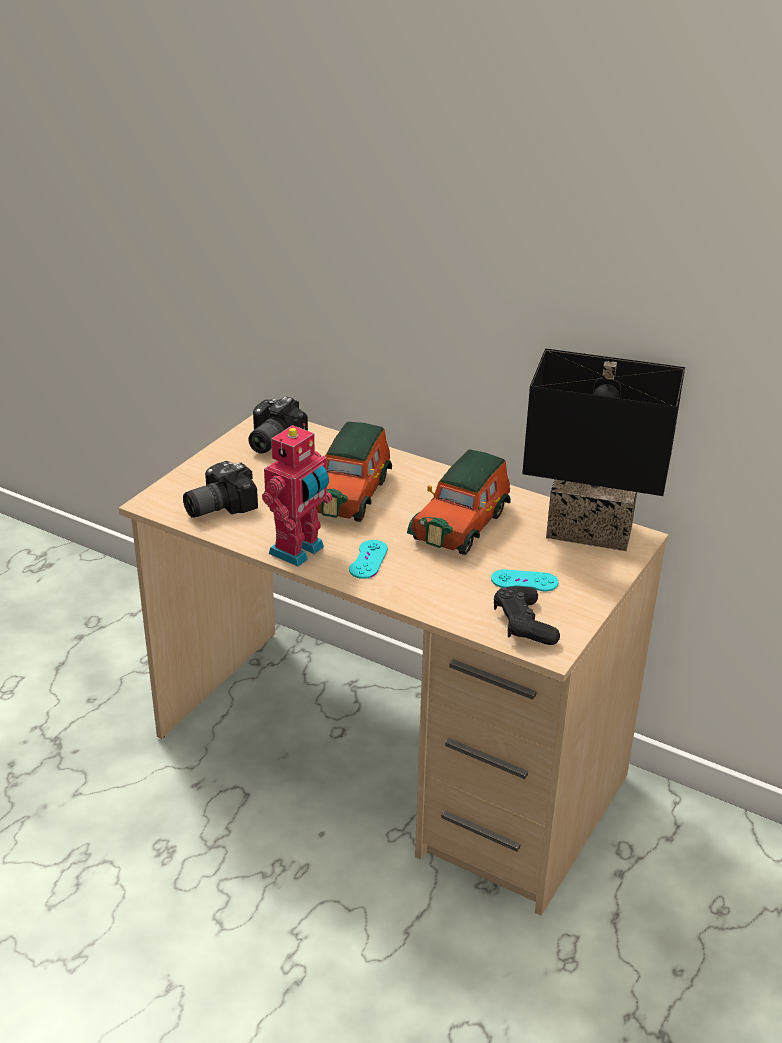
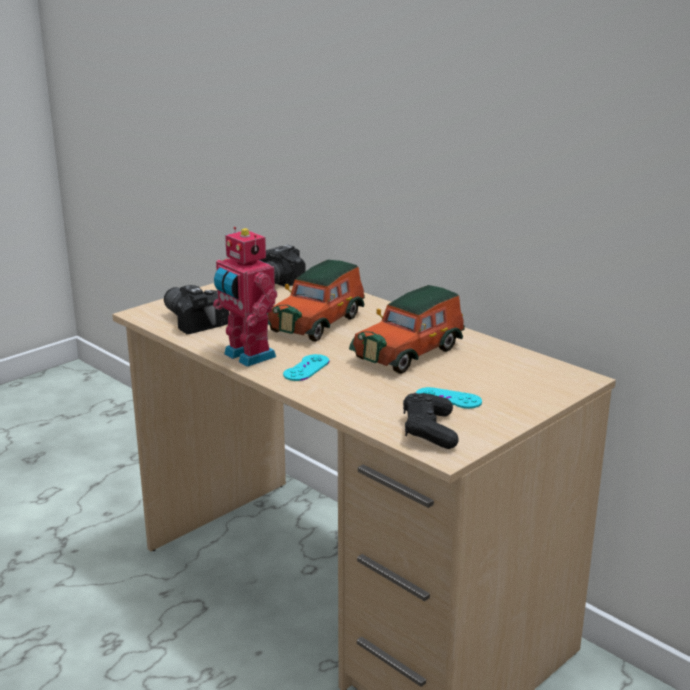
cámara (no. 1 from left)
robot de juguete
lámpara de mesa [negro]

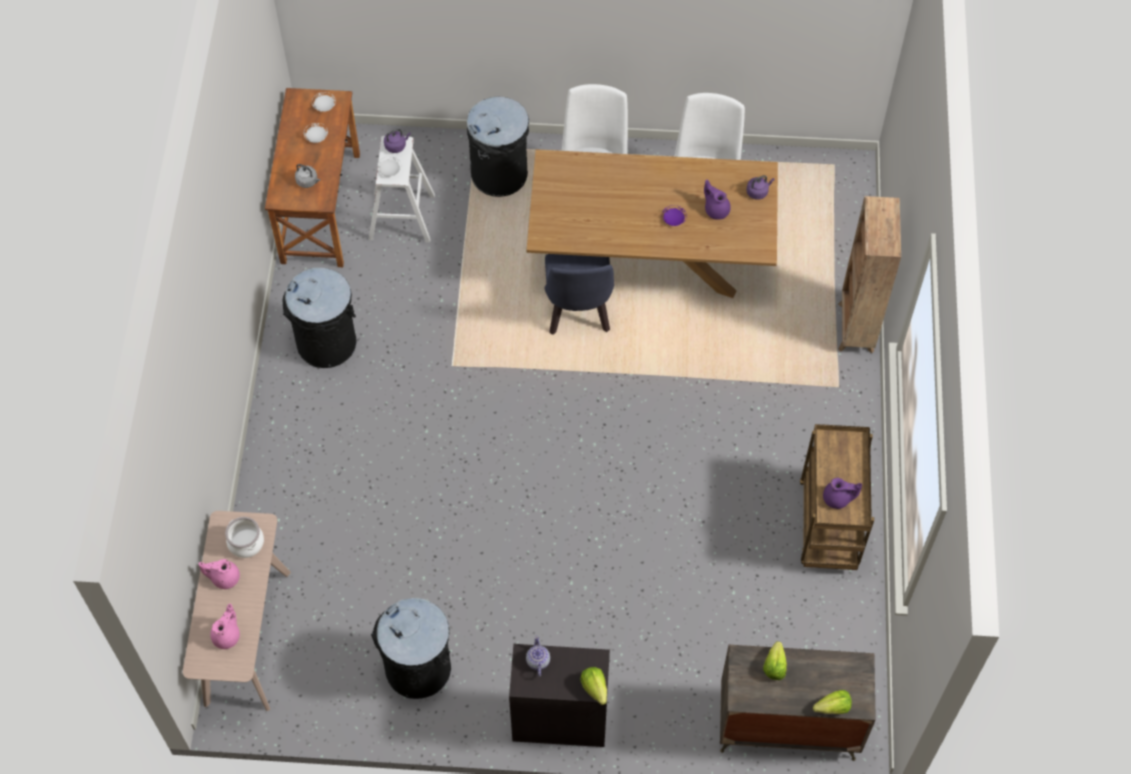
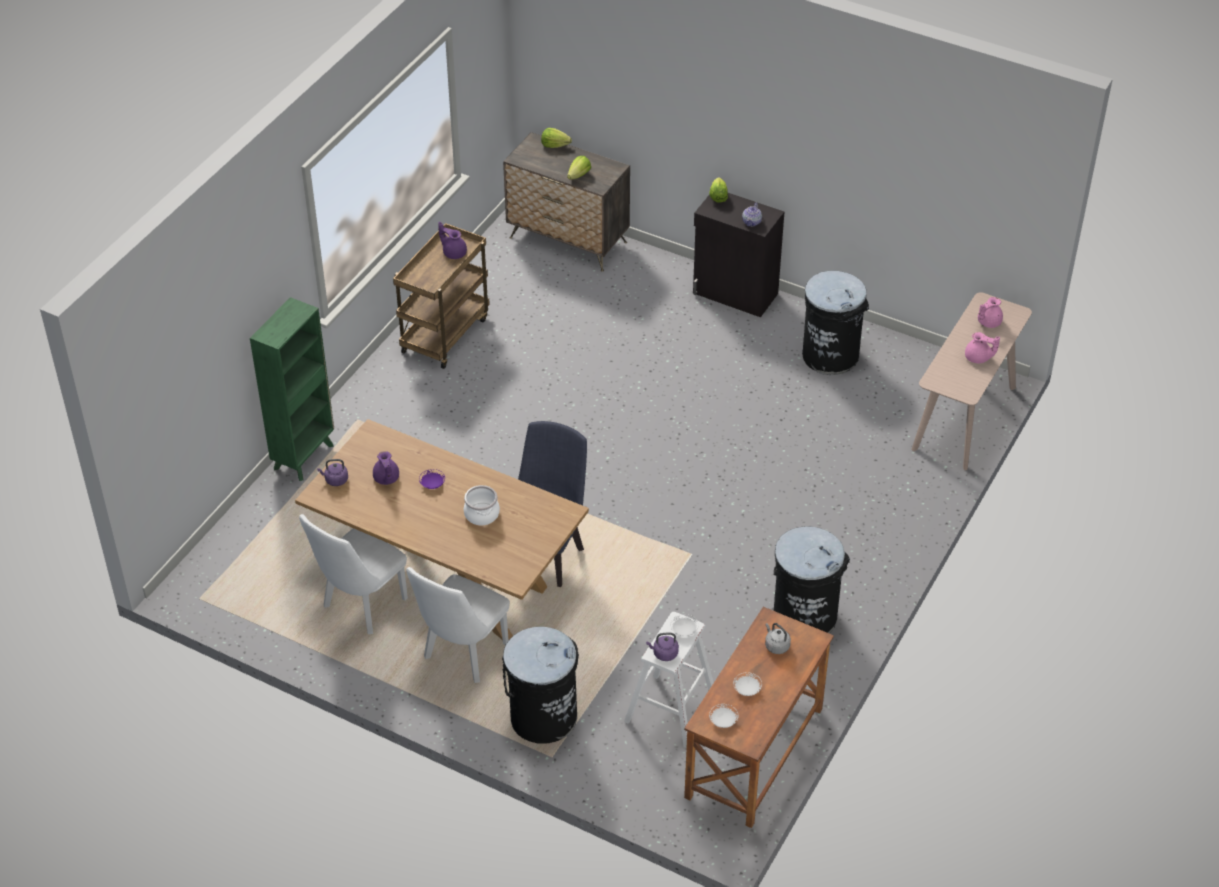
estantería [verde]
olla

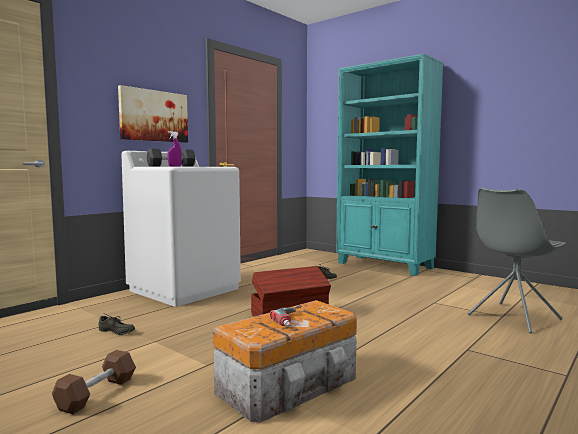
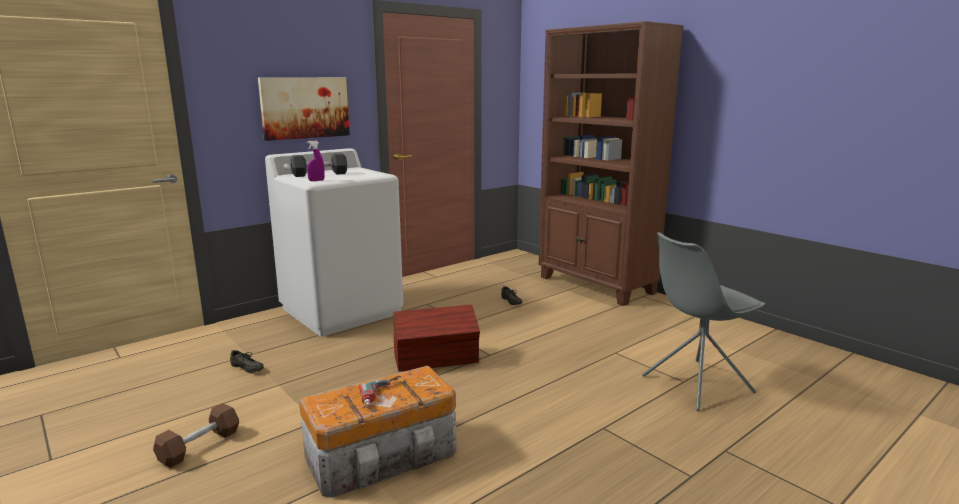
estantería [marrón]

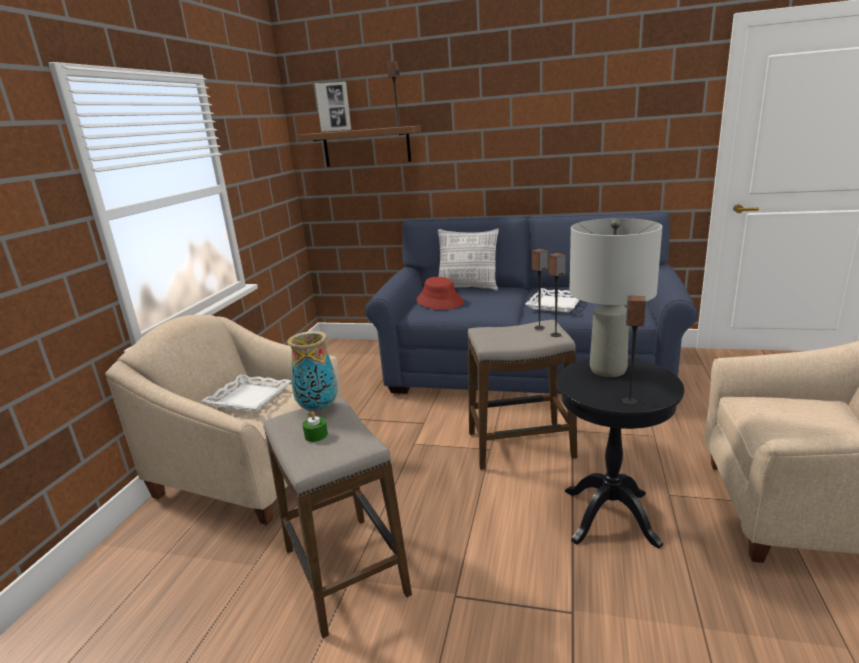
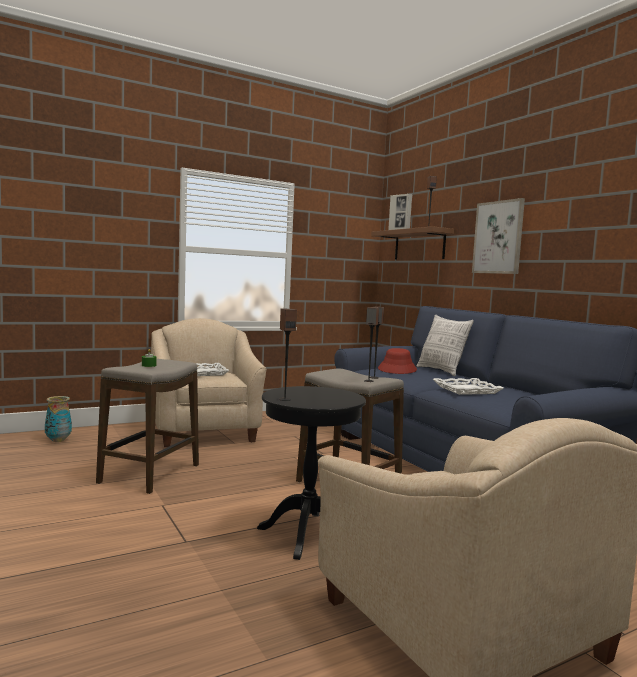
florero
cuadro
lámpara de mesa [gris]

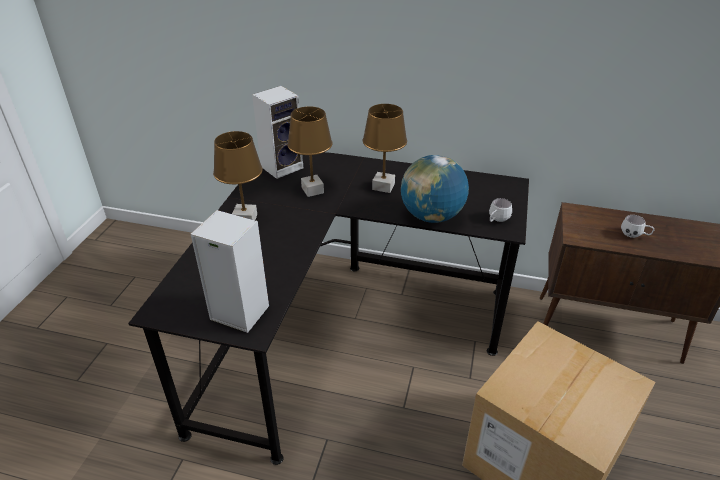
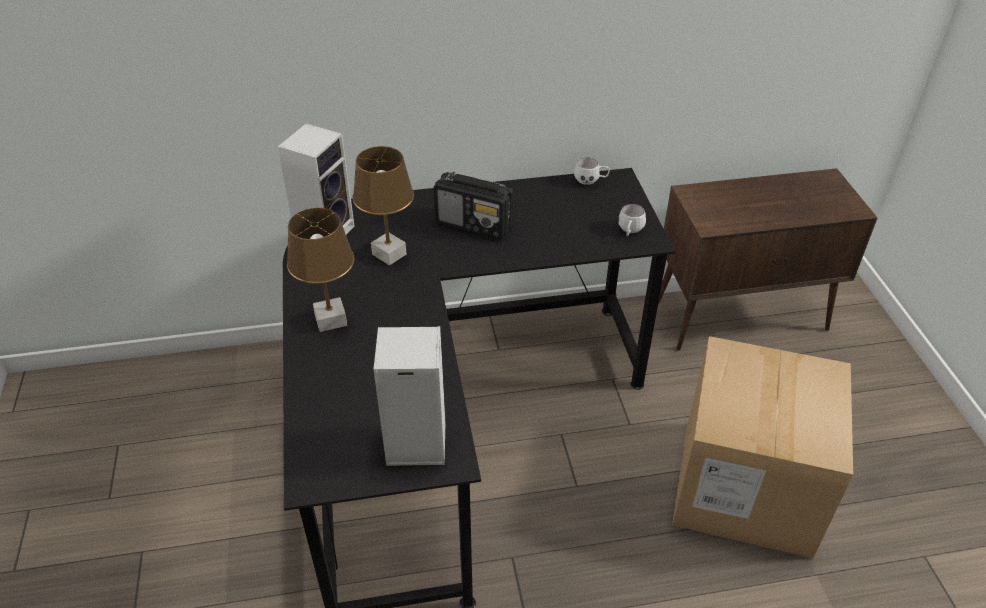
radio
taza grande [blanco] (no. 1 from left)
globo terráqueo

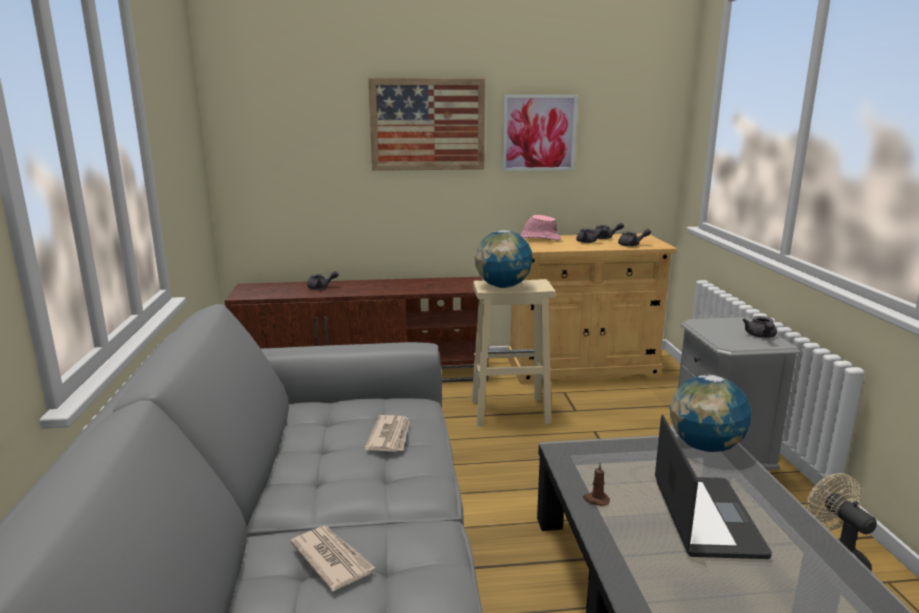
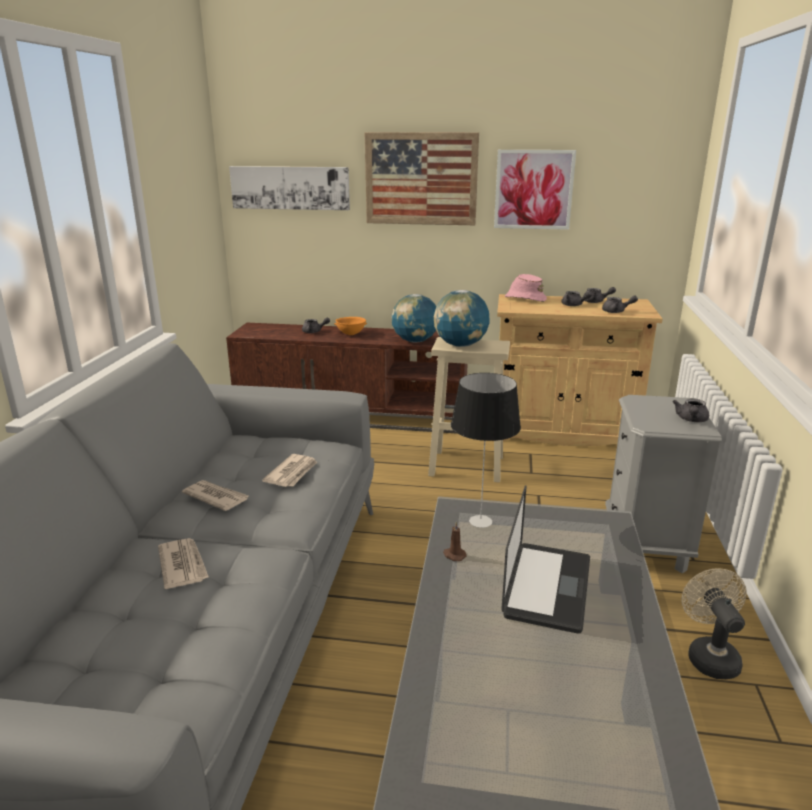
periódico (no. 2 from left)
cuadro (no. 1 from left)
cuenco [naranja]
globo terráqueo (no. 1 from left)
lámpara de mesa

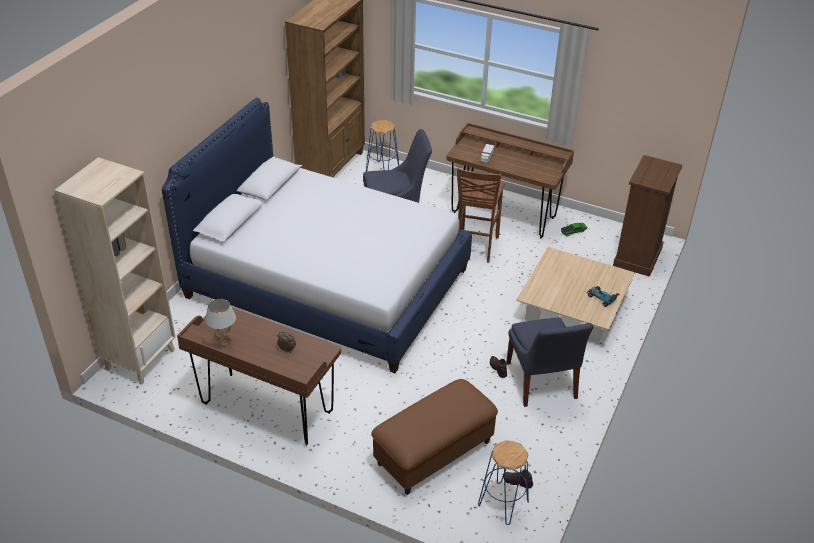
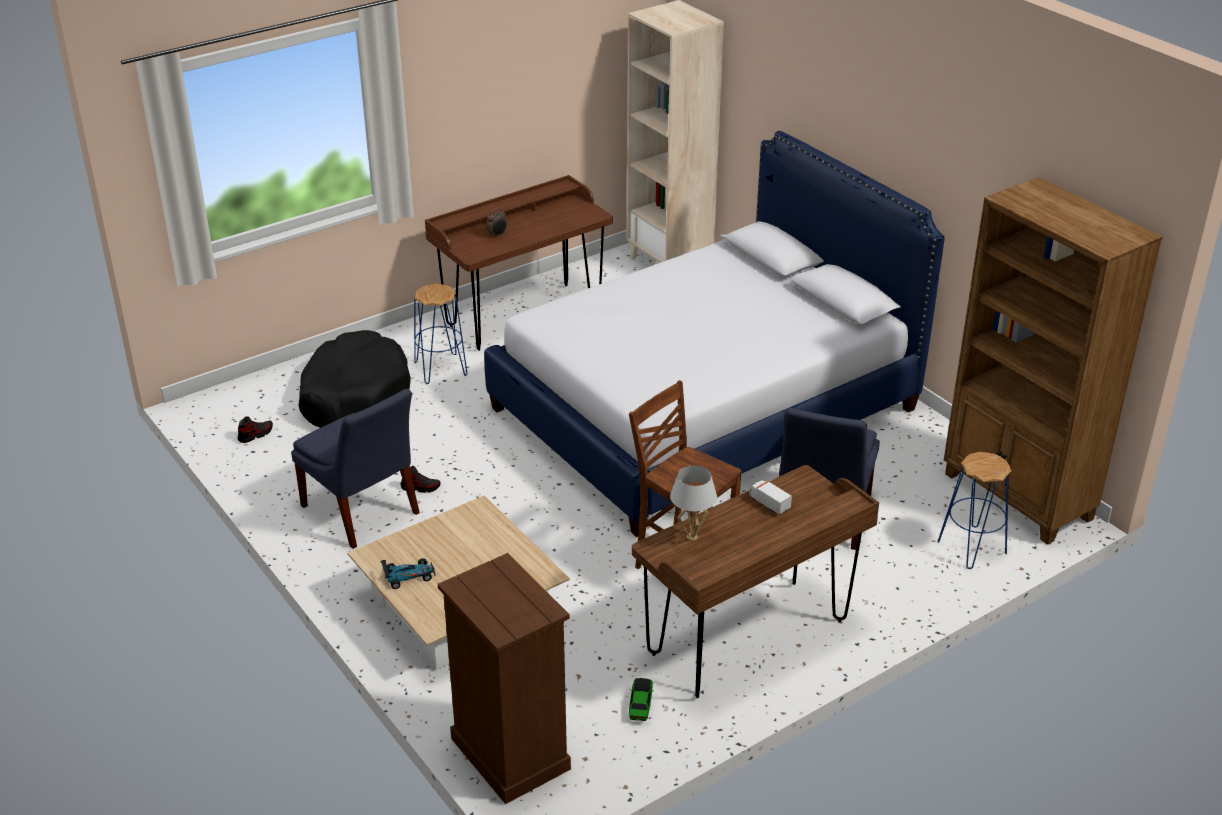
silla [azul] (no. 1 from left)
cama para perro [negro]
taburete [azul] (no. 1 from left)
lámpara de mesa [blanco]

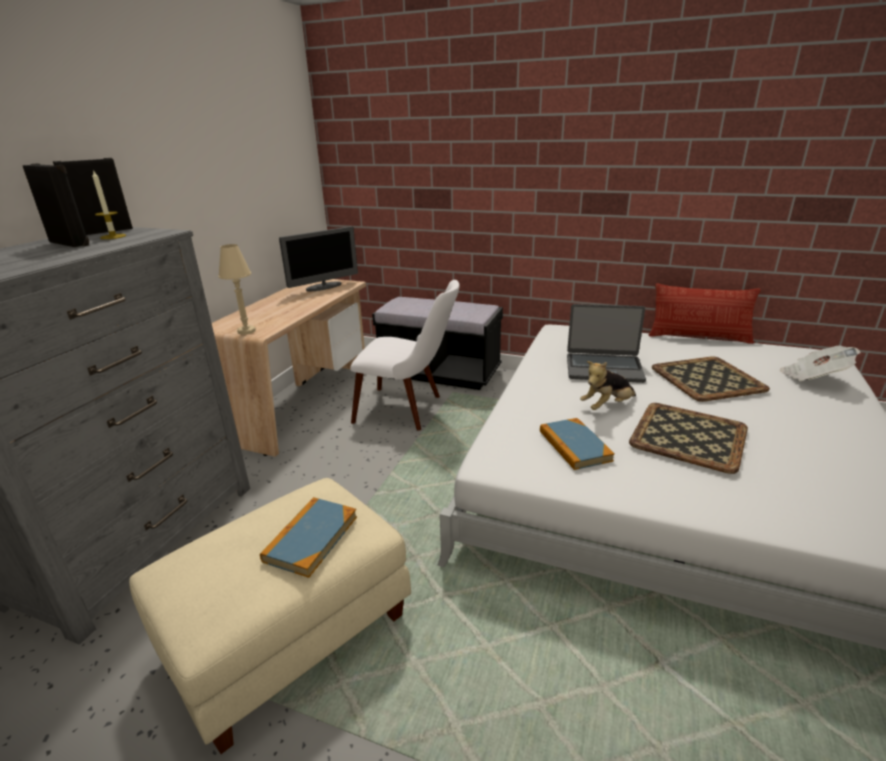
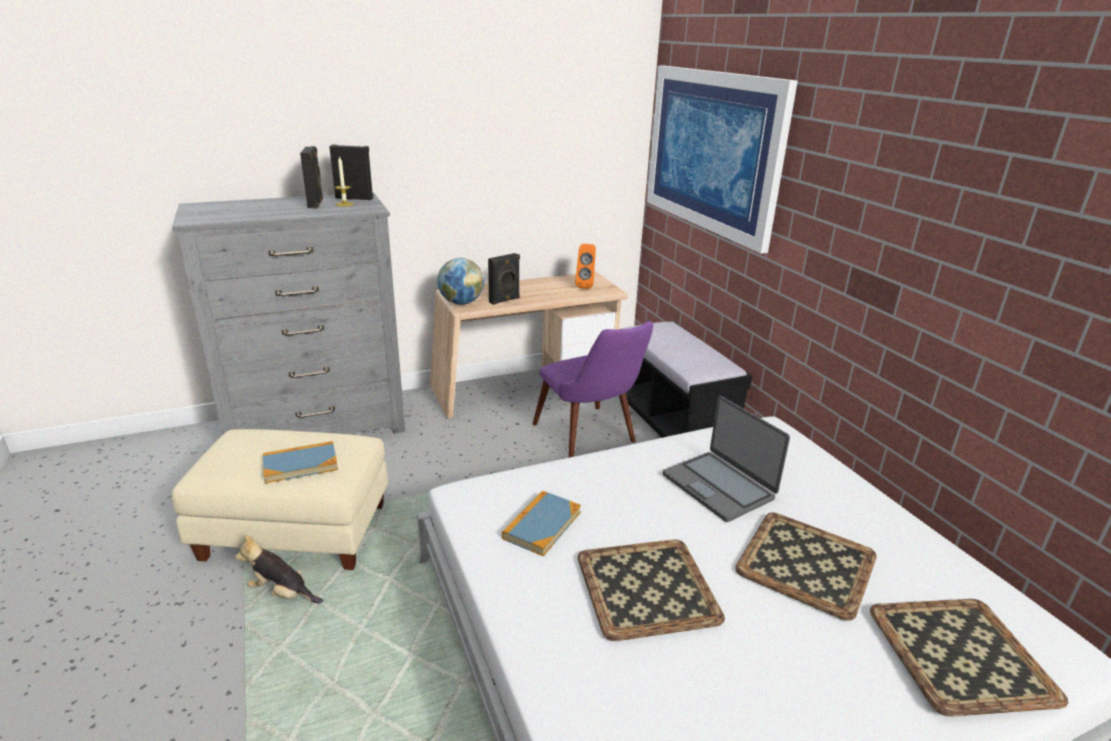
peluche
globo terráqueo
altavoz [negro] (no. 3 from left)
silla [morado]
altavoz [naranja]
cuadro
bandeja (no. 3 from left)
cojín

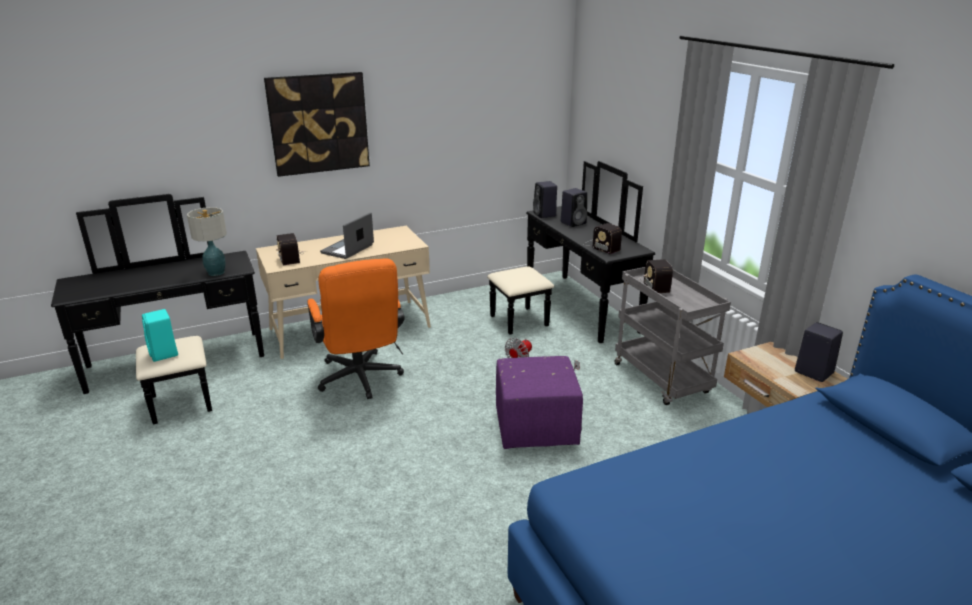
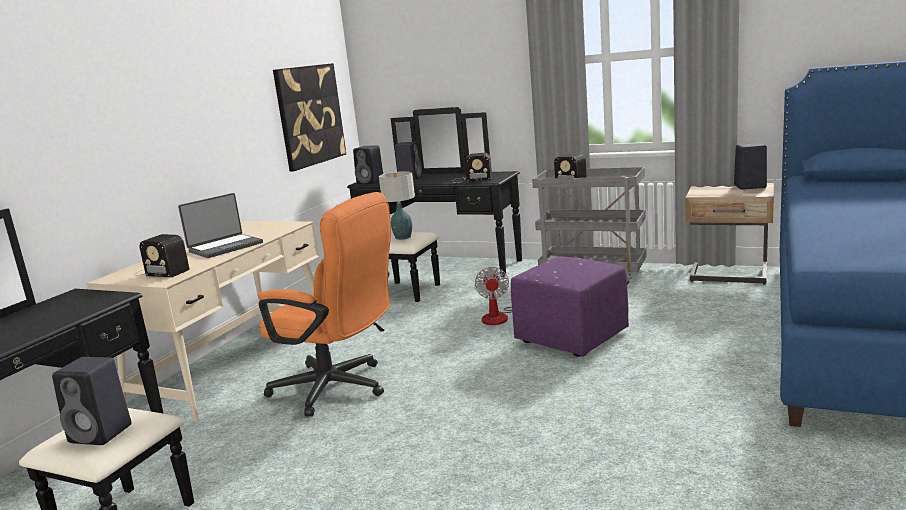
altavoz [negro] (no. 1 from left)
portátil
cuadro
lámpara de mesa

